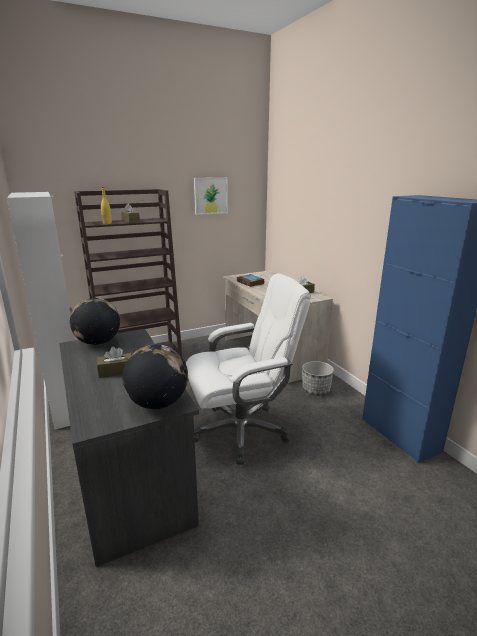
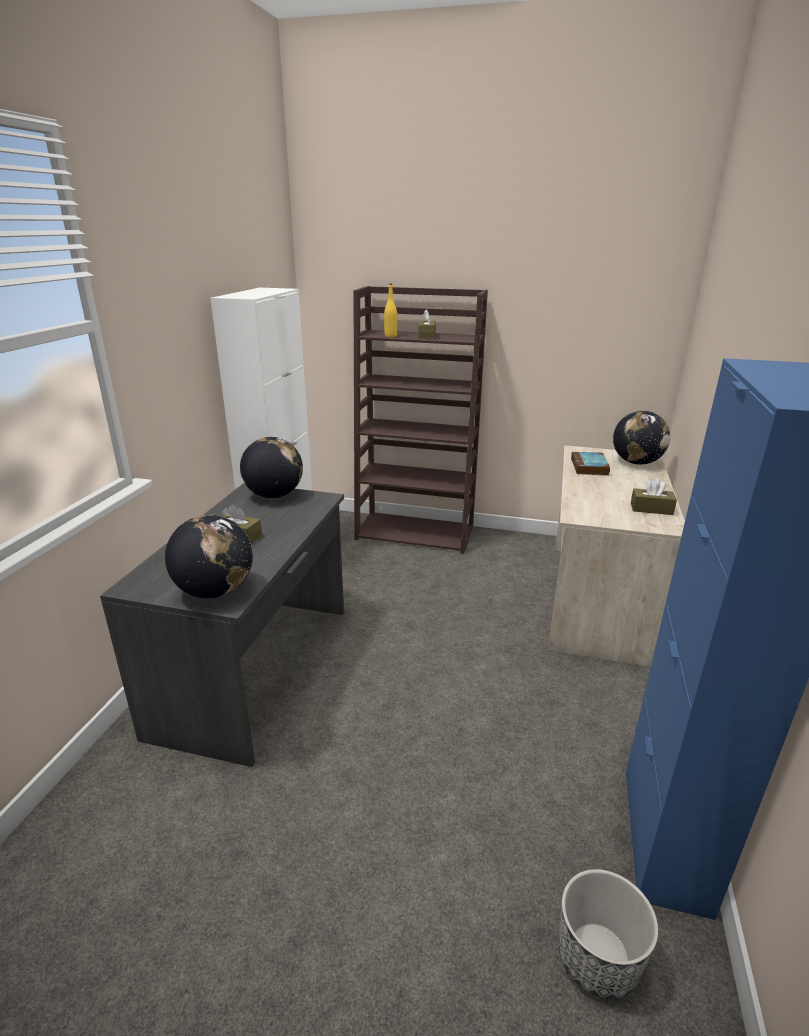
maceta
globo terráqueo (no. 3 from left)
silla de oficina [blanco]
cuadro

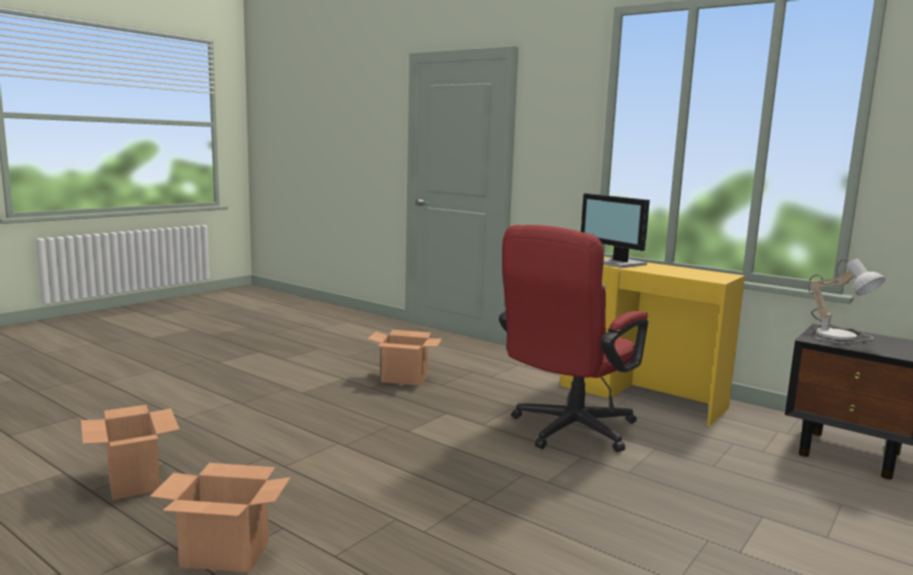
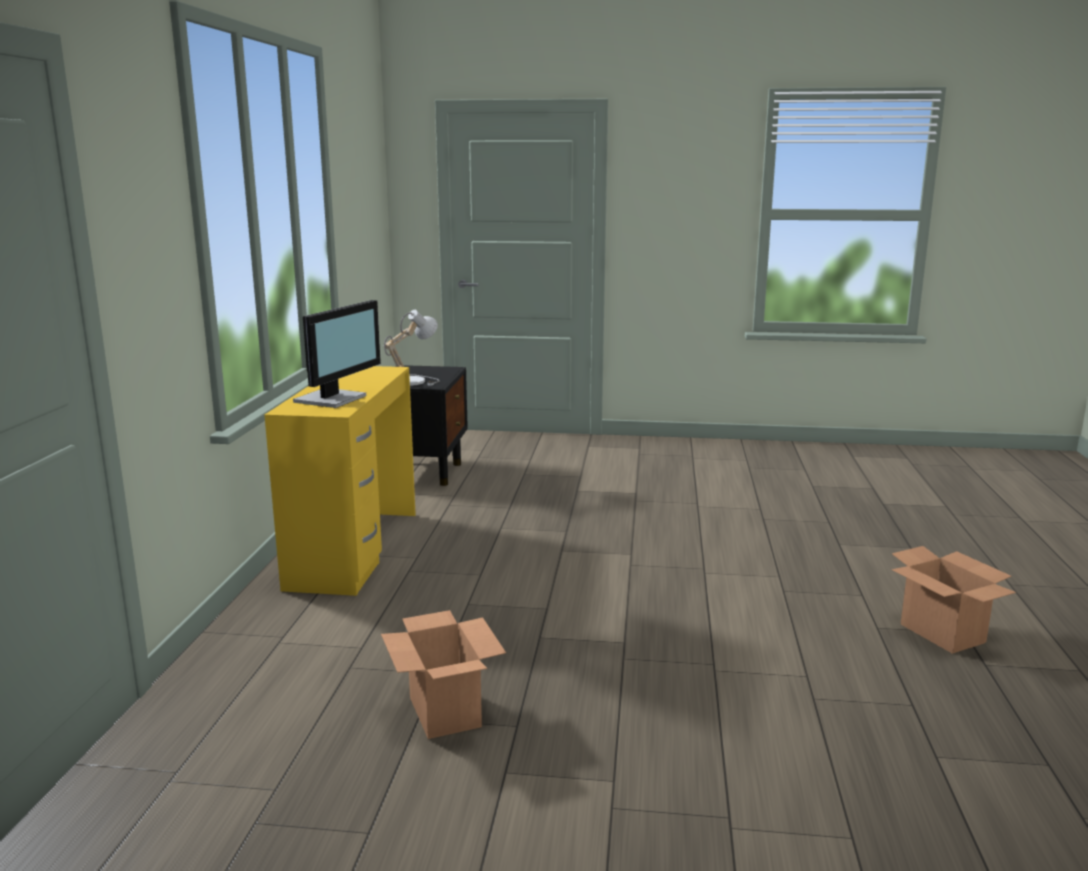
caja de cartón (no. 1 from left in the first image)
silla de oficina [rojo]

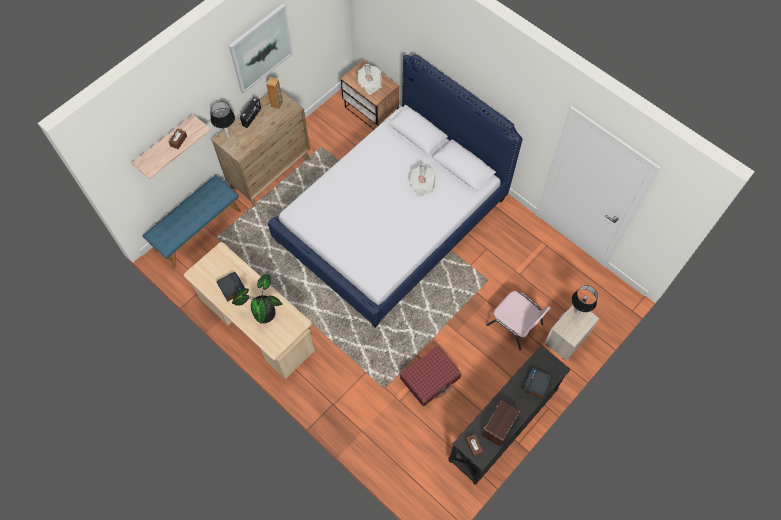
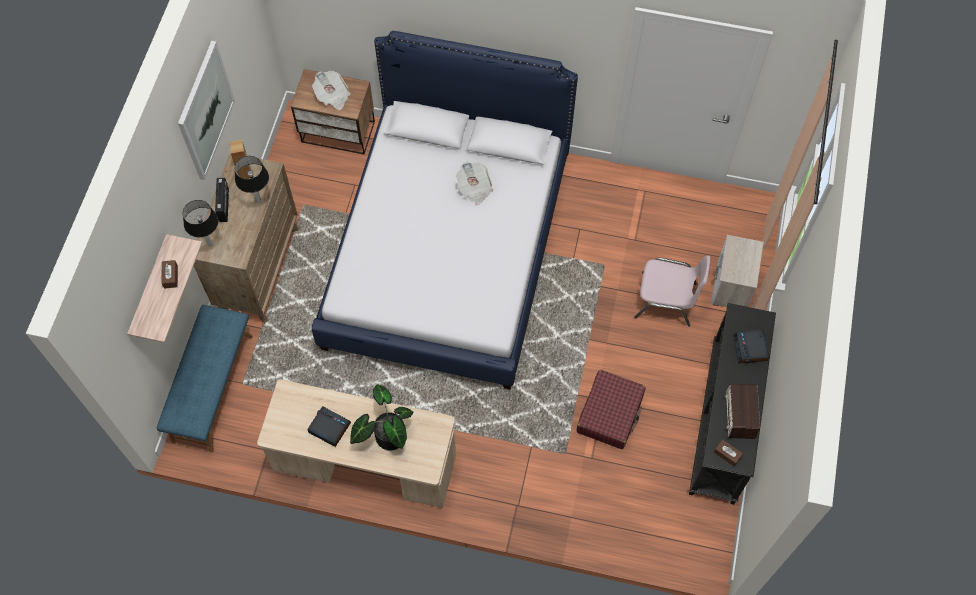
lámpara de mesa (no. 2 from left)

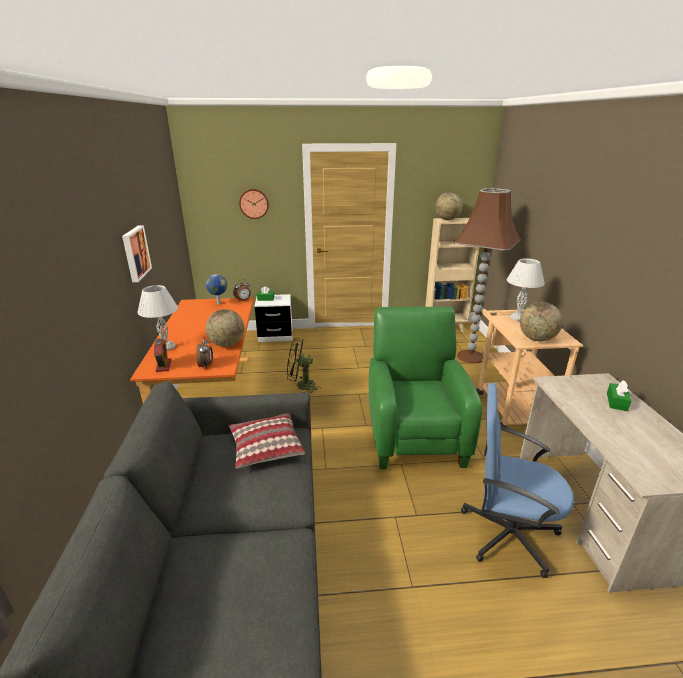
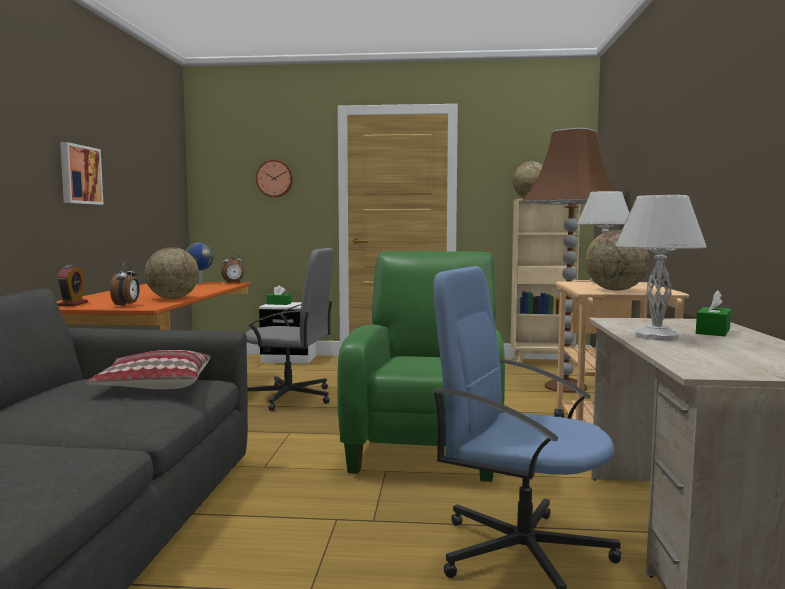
silla de oficina [gris]
lámpara de mesa [blanco] (no. 2 from left)

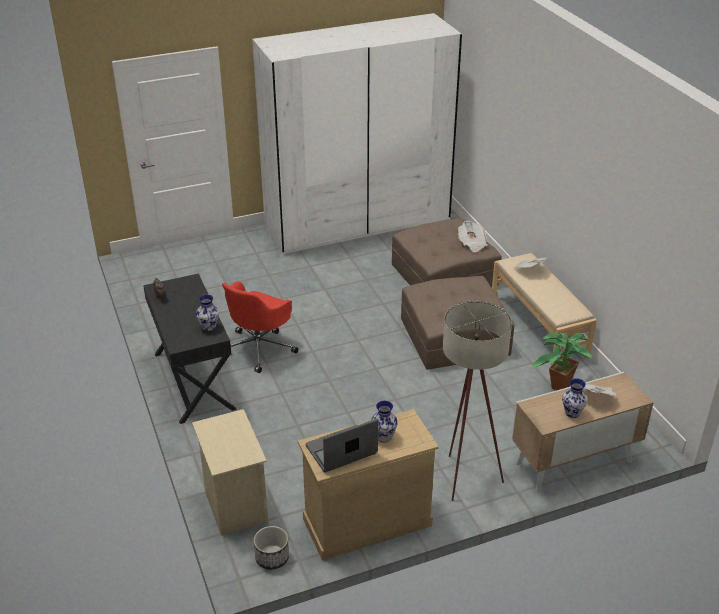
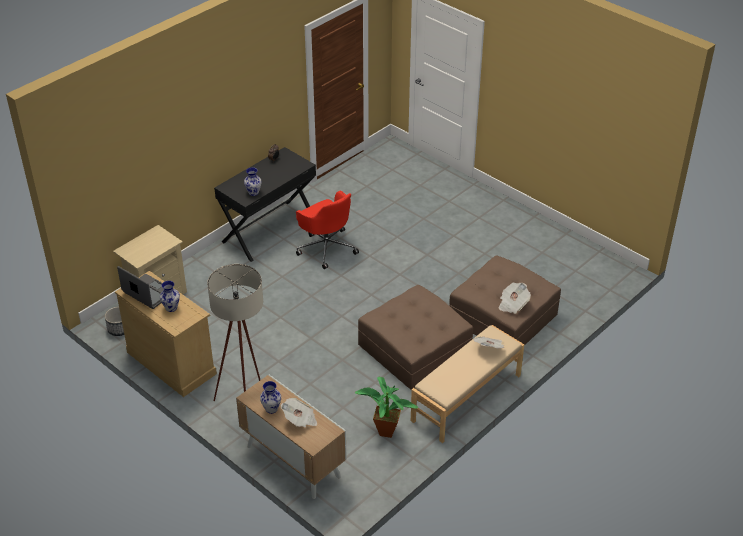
silla de oficina [rojo]
armario ropero [blanco]

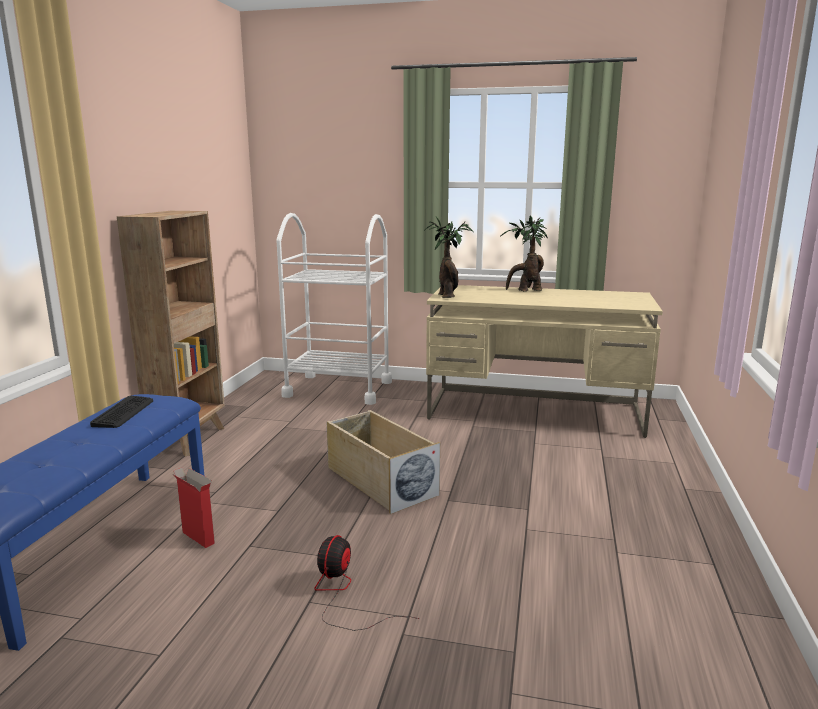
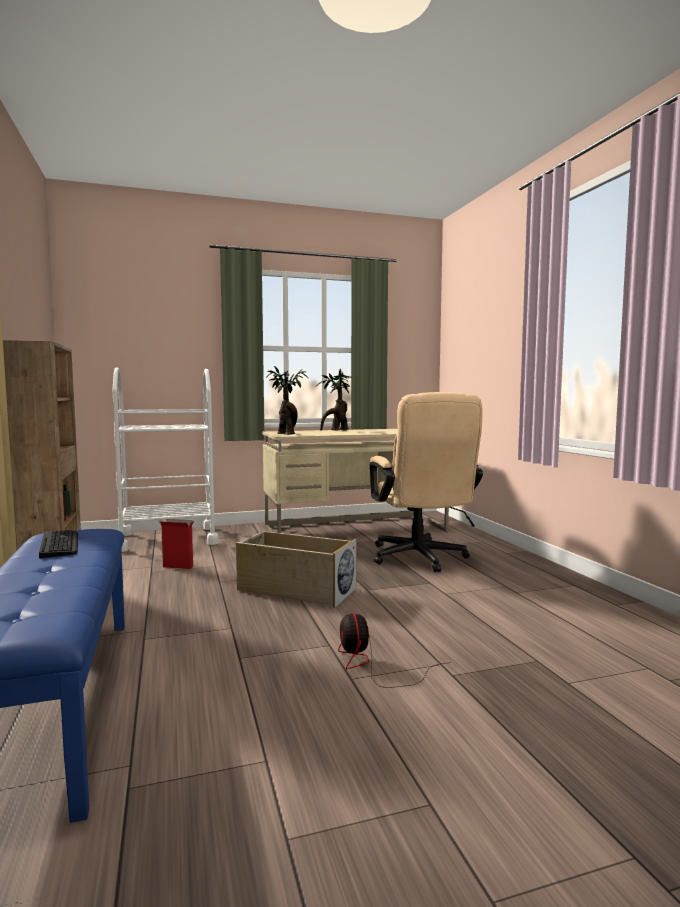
caja de cartón
silla de oficina [beis]

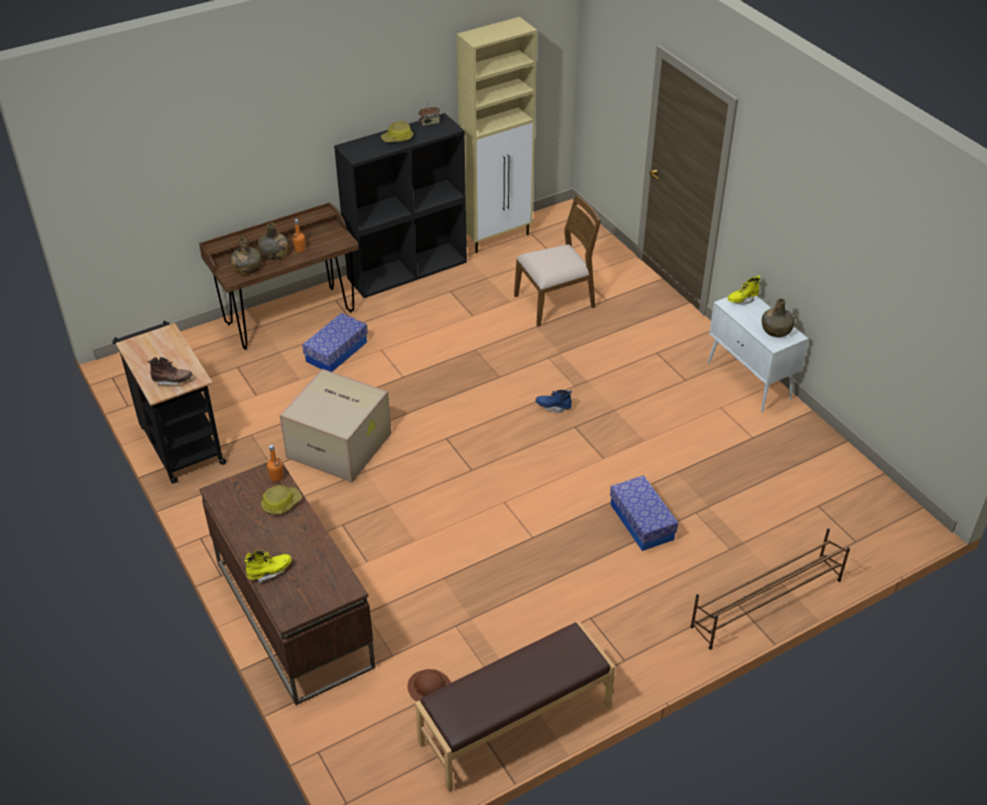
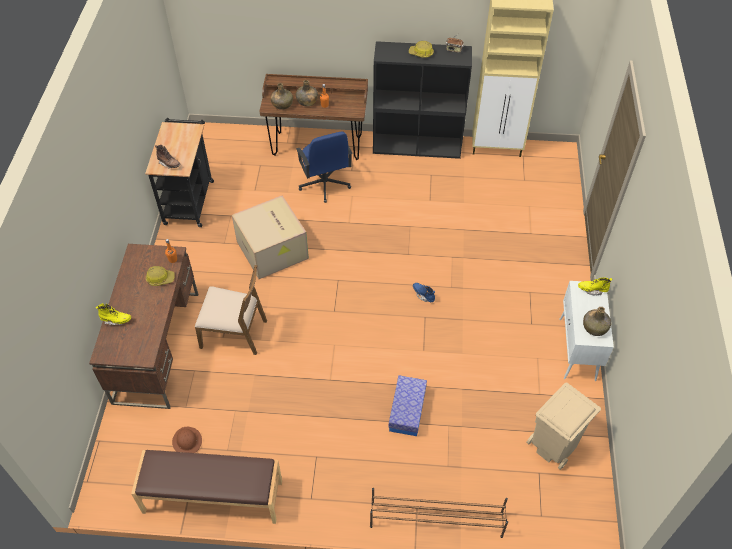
silla [marrón]
silla de oficina [azul]
papelera [beis]

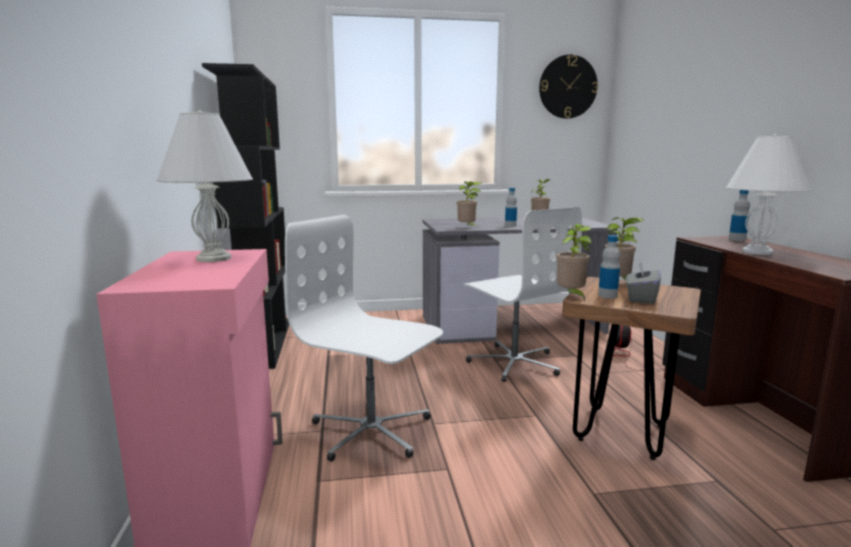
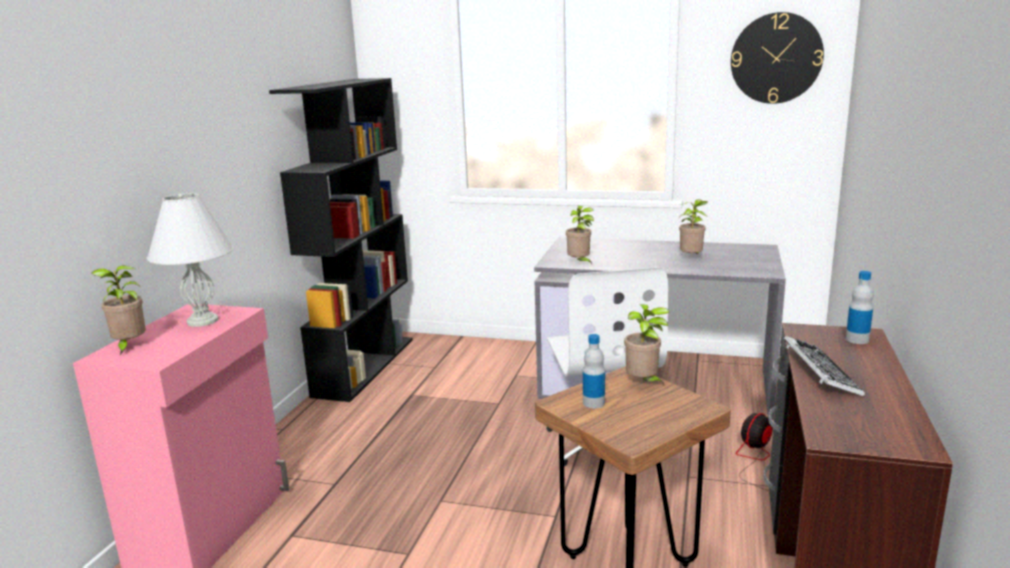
planta en maceta (no. 1 from left)
teclado
silla de oficina [blanco] (no. 1 from left in the first image)
botella (no. 1 from left in the first image)
caja de pañuelos [gris]

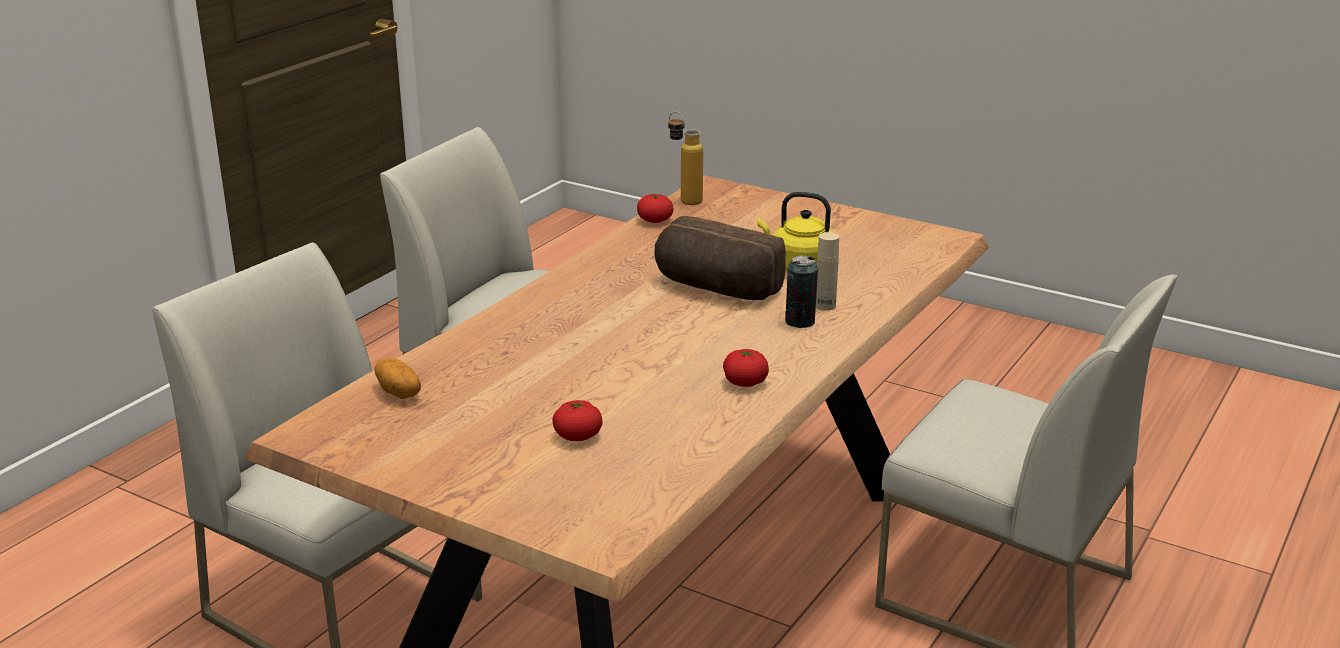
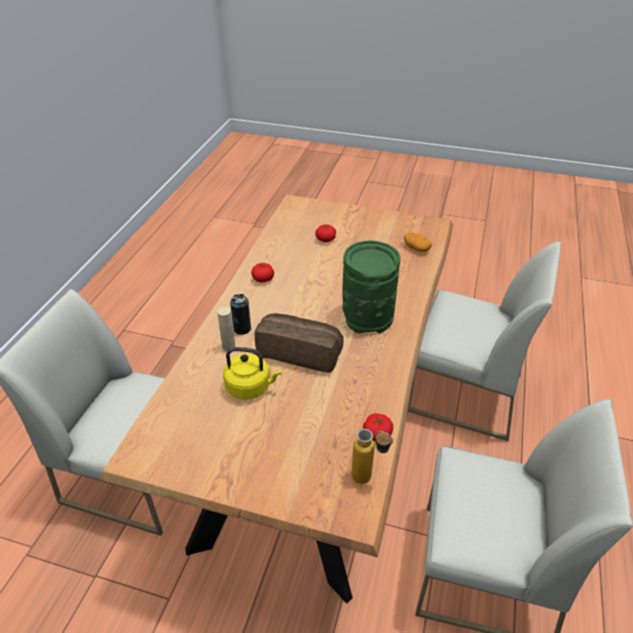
florero [verde]

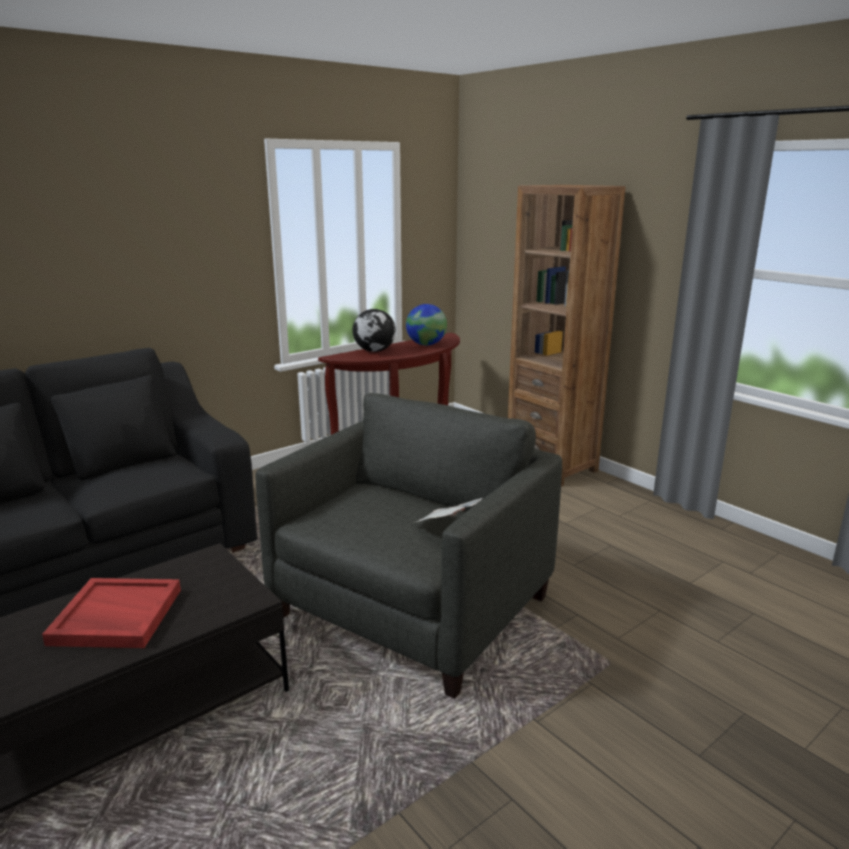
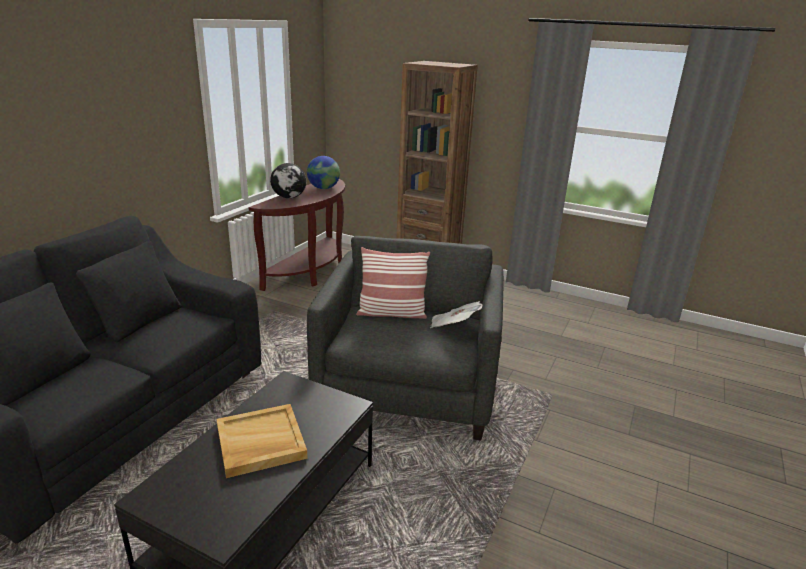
bandeja [beis]
cojín

